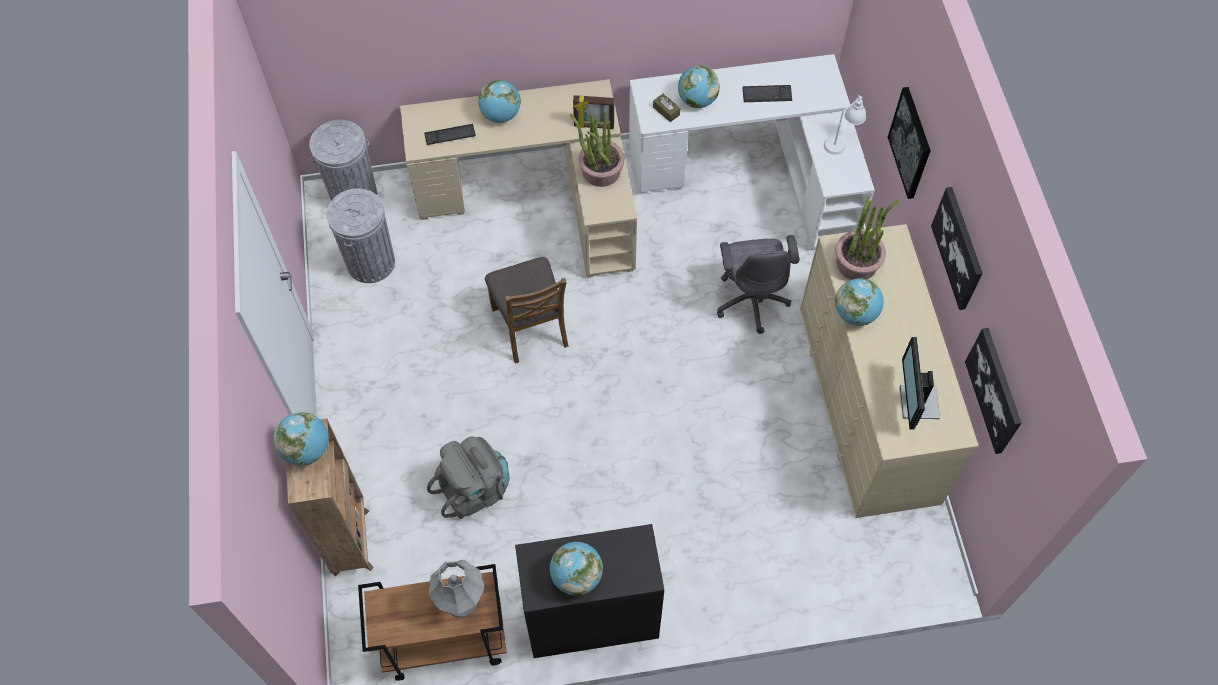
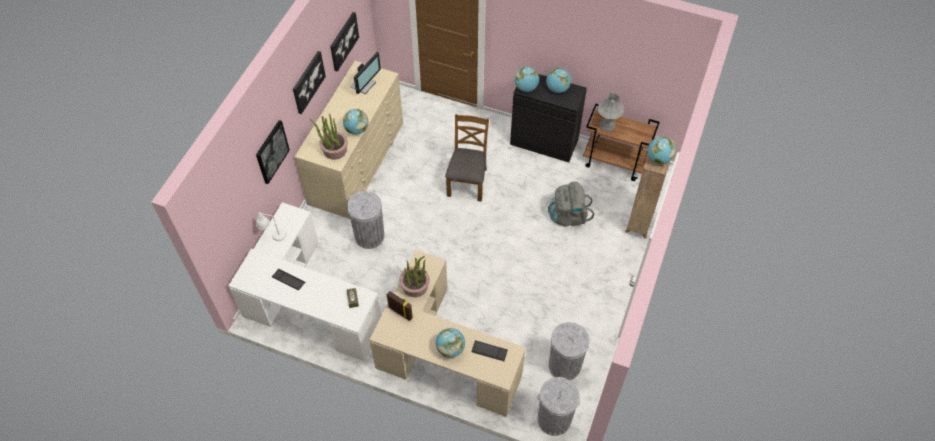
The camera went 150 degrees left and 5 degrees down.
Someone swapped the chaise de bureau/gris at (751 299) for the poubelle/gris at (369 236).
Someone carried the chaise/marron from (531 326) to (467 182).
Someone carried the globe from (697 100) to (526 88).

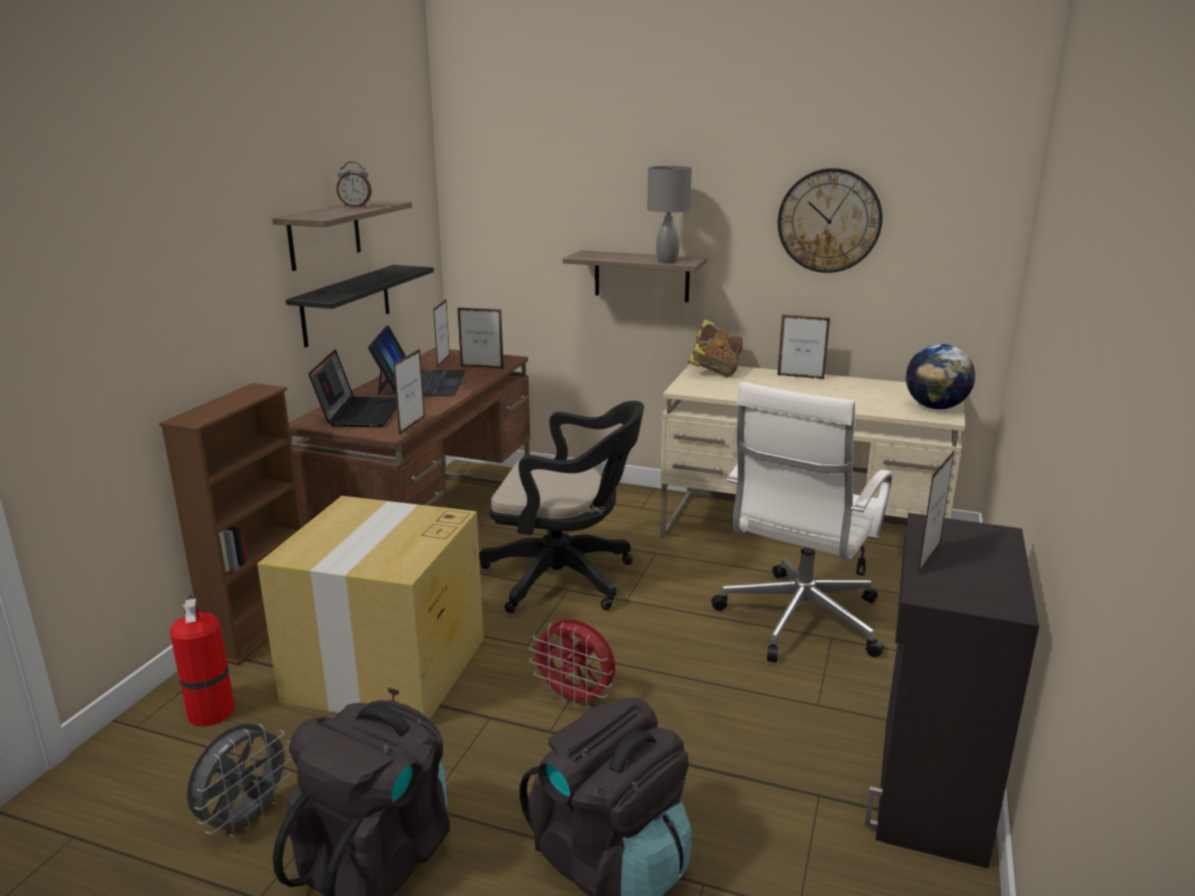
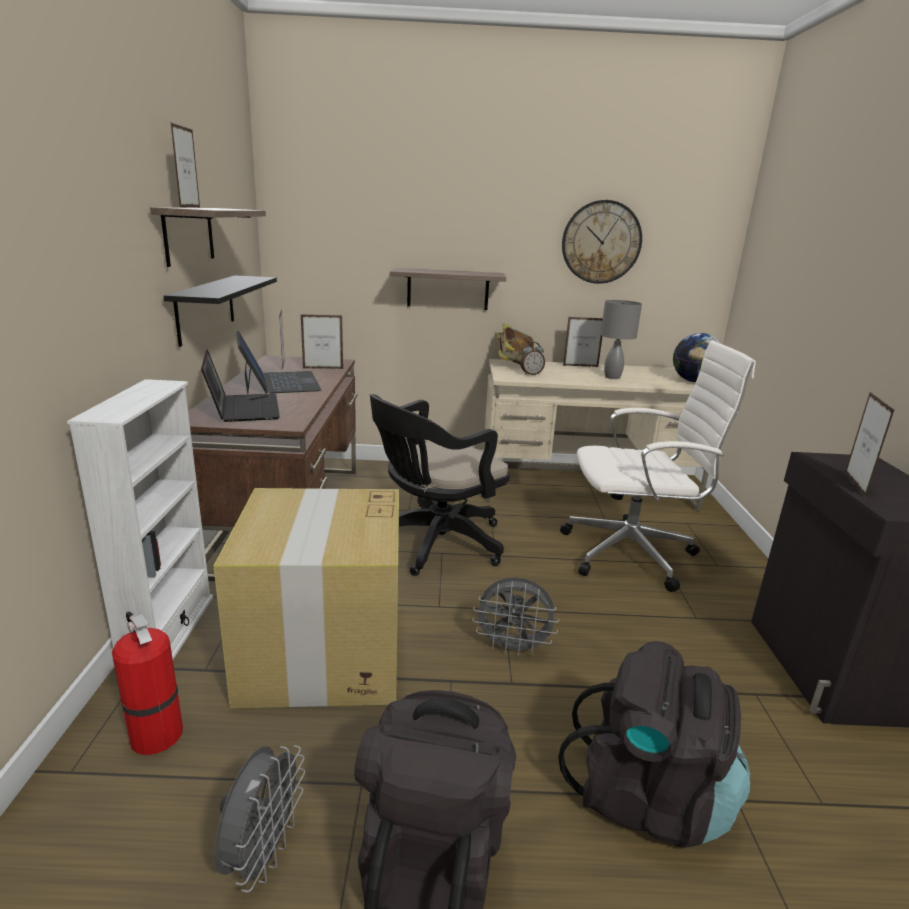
The camera went 20 degrees left and 0 degrees up.
Someone repainted the bibliothèque/marron at (261 628), which became the bibliothèque/blanc at (169 632).
Someone carried the cadre photo from (412 425) to (190 207).
Someone rotated the chaise de bureau/noir at (566 578) by 150 degrees clockwise.
Someone repainted the ventilateur/rouge at (576 698), which became the ventilateur/gris at (513 648).
Someone carried the réveil from (356 206) to (531 374).
Someone rotated the chaise de bureau/blanc at (798 621) by 105 degrees counterclockwise.
Someone carried the lampe de table/gris from (666 261) to (611 377).

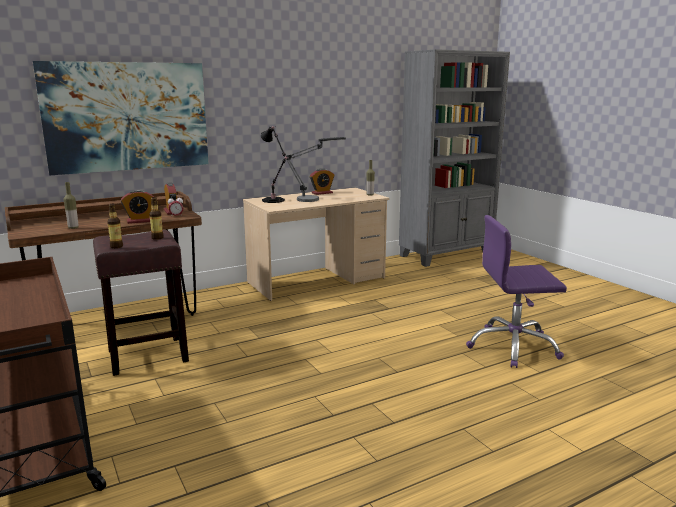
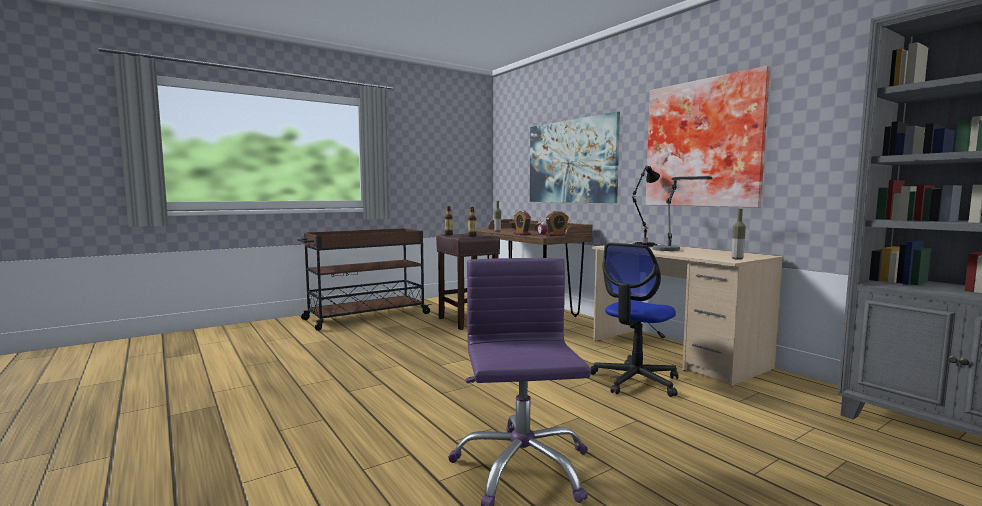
The camera went 85 degrees right and 10 degrees down.
Someone put down the chaise de bureau at (635 381).
Someone put up the tableau at (704 144).
Someone took away the réveil at (322 193).

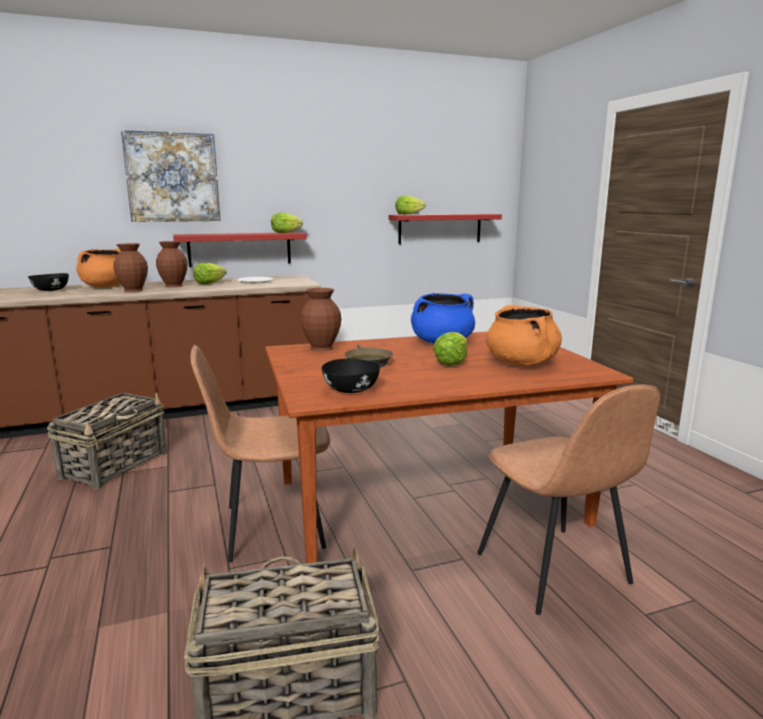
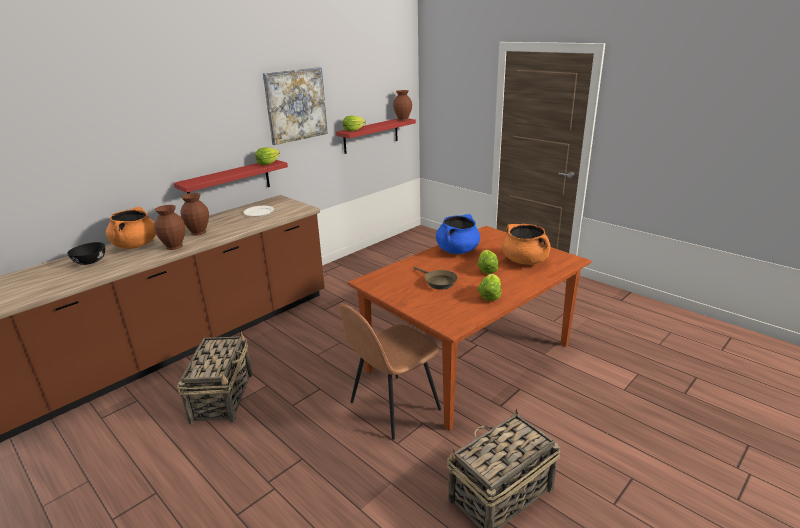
The camera went 25 degrees left and 10 degrees up.
Someone carried the tableau from (172 177) to (296 105).
Someone carried the vase/marron from (322 348) to (403 119).
Someone carried the laitue from (209 283) to (489 296).
Someone took away the bol/noir at (350 390).
Someone took away the chaise/marron at (554 570).

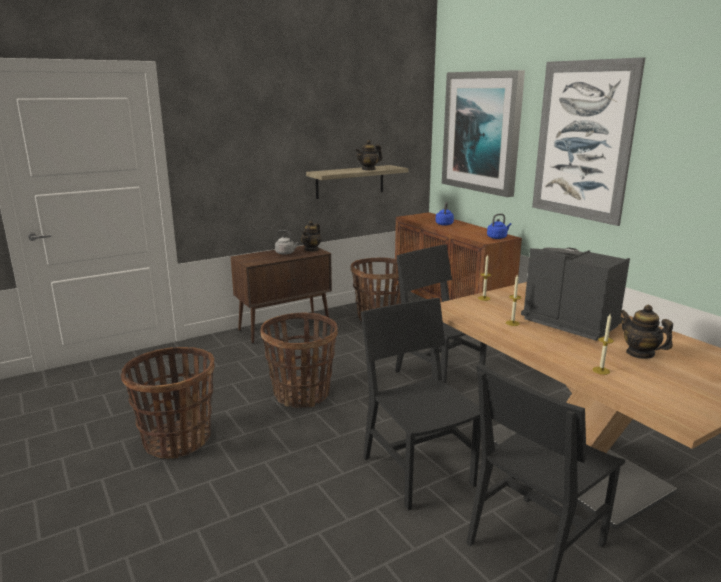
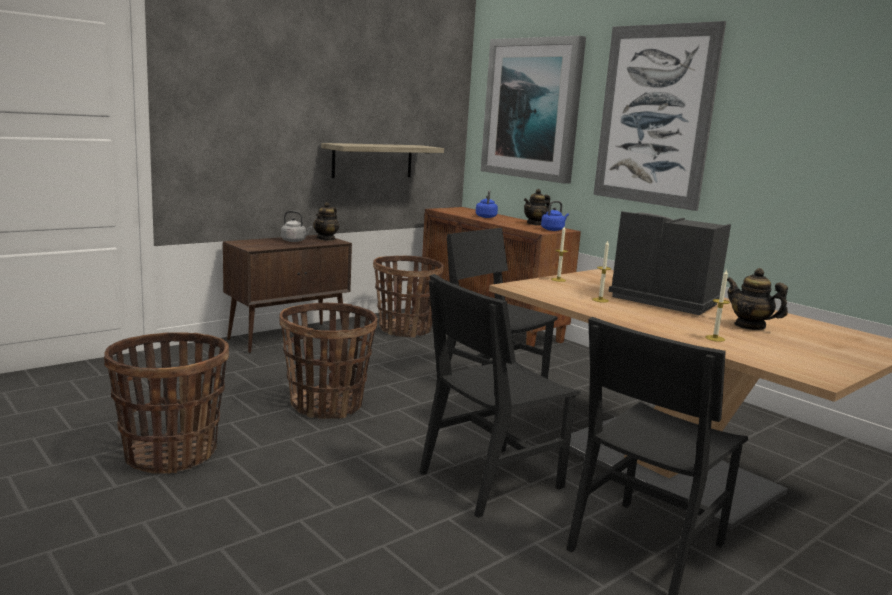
The camera went 10 degrees left and 5 degrees down.
Someone rotated the chaise/noir at (418 470) by 90 degrees counterclockwise.
Someone carried the théière from (368 169) to (535 224).

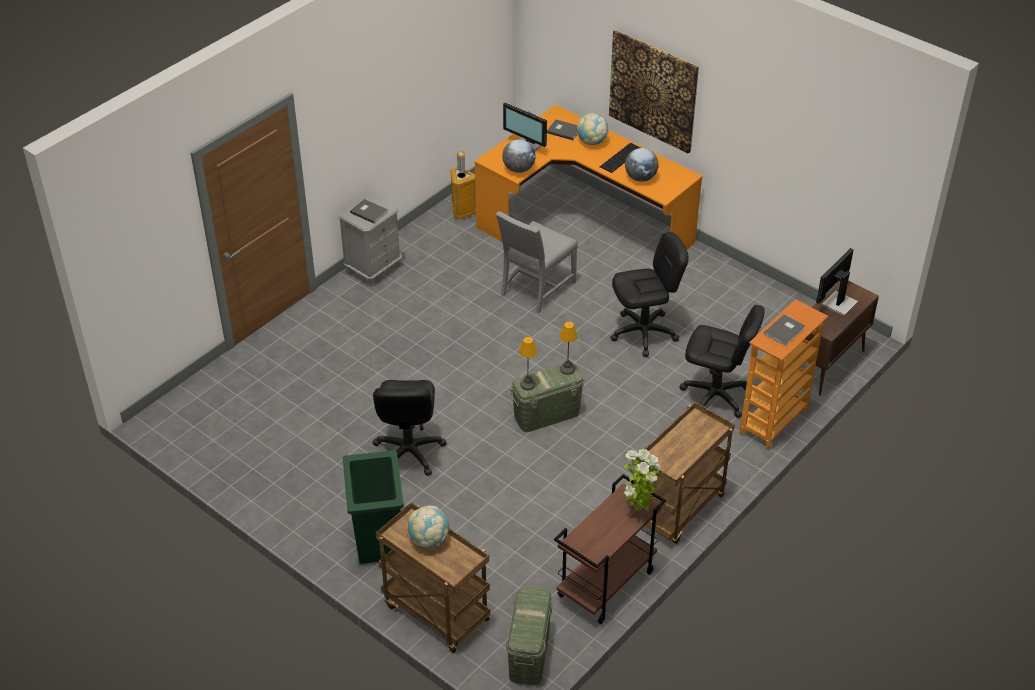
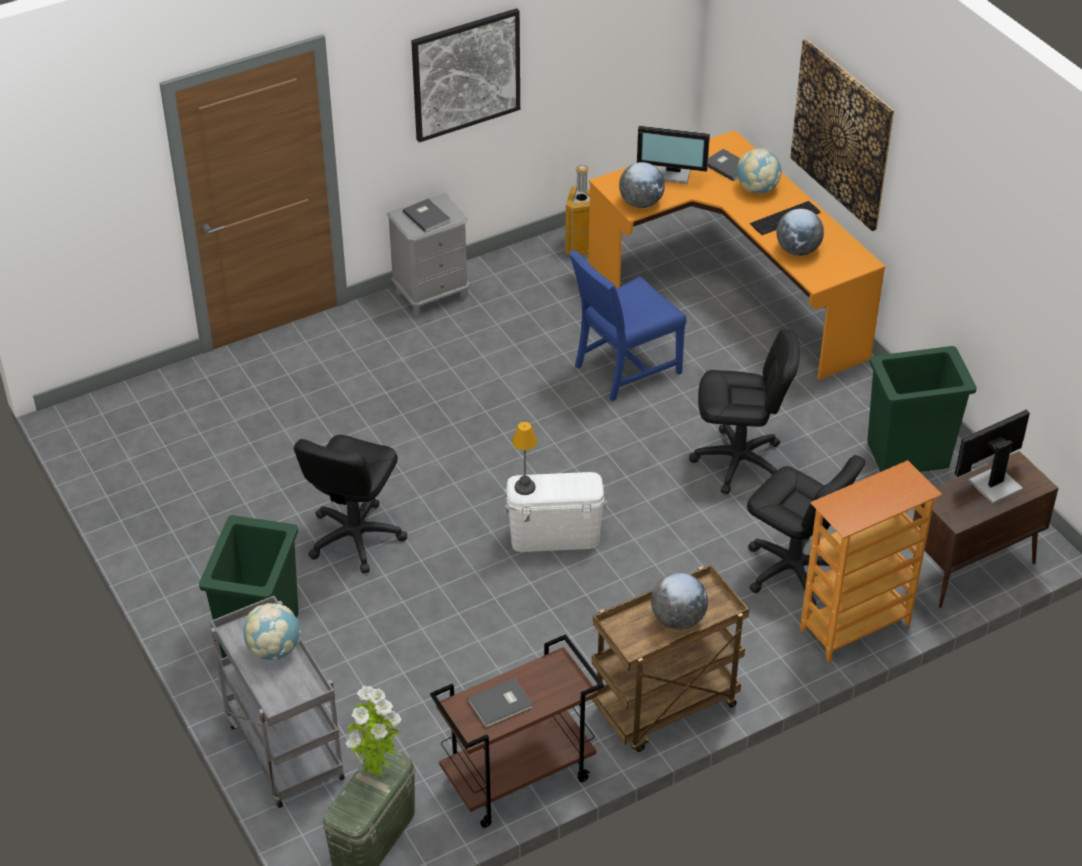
The camera went 20 degrees right and 0 degrees up.
Someone repainted the chariot/marron at (434 612), which became the chariot/gris at (282 749).
Someone carried the plante en pot from (638 510) to (375 770).
Someone put up the tableau at (466 74).
Someone carried the livre/gris from (785 331) to (501 705).
Someone repainted the boîte de rangement/vert at (546 415), which became the boîte de rangement/blanc at (554 536).
Someone repainted the chaise/gris at (535 289), which became the chaise/bleu at (623 369).
Someone rotated the écran d'ordinateur at (530 143) by 45 degrees counterclockwise.
Someone put down the globe at (678 619).
Someone put down the poubelle/vert at (909 455).
Someone took away the lampe de table at (568 369).

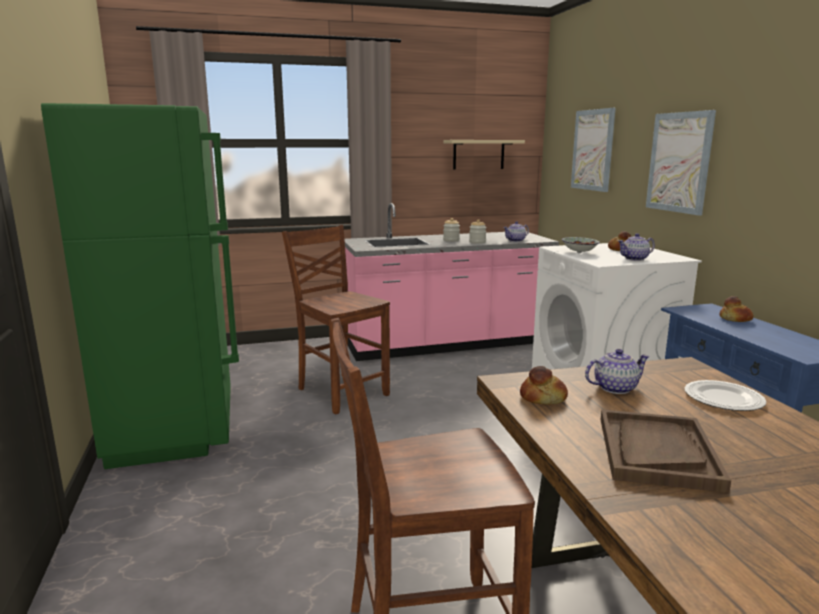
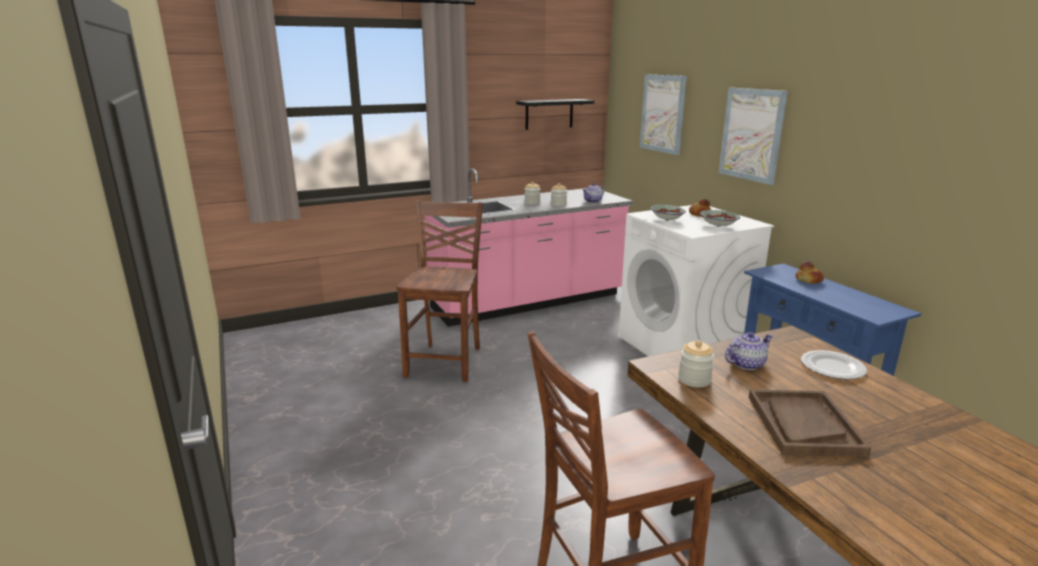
The camera went 10 degrees left and 5 degrees up.
Someone rotated the chaise/marron at (341 392) by 60 degrees clockwise.
Someone repainted the étagère/beige at (478 154), which became the étagère/noir at (549 114).
Someone swapped the pain at (543 398) for the bocal at (694 380).
Someone swapped the théière at (635 259) for the bol at (718 226).
Someone took away the réfrigérateur/vert at (175 429).

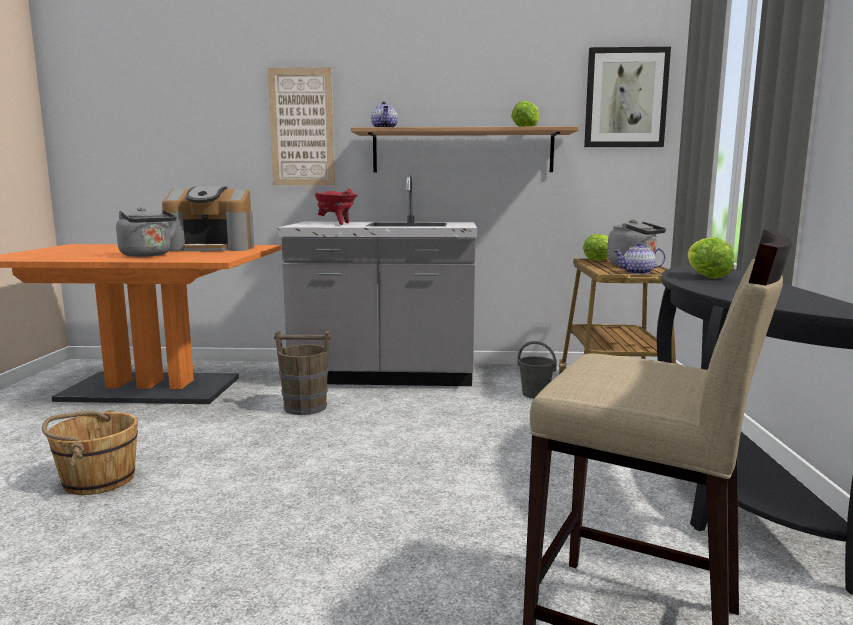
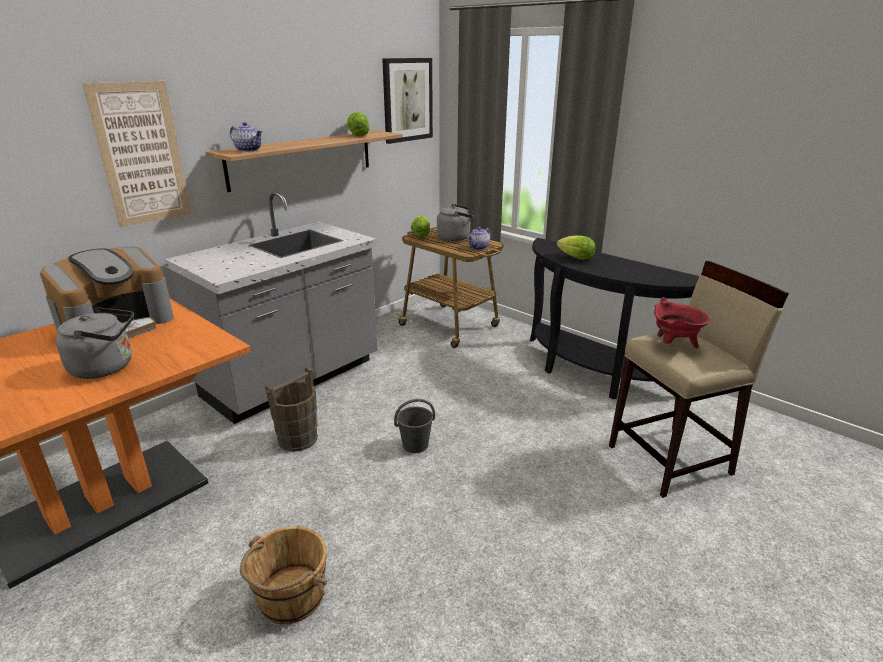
The camera went 50 degrees left and 15 degrees up.
Someone carried the seau/gris from (536 394) to (416 445).
Someone carried the marmite/rouge from (336 224) to (674 345).

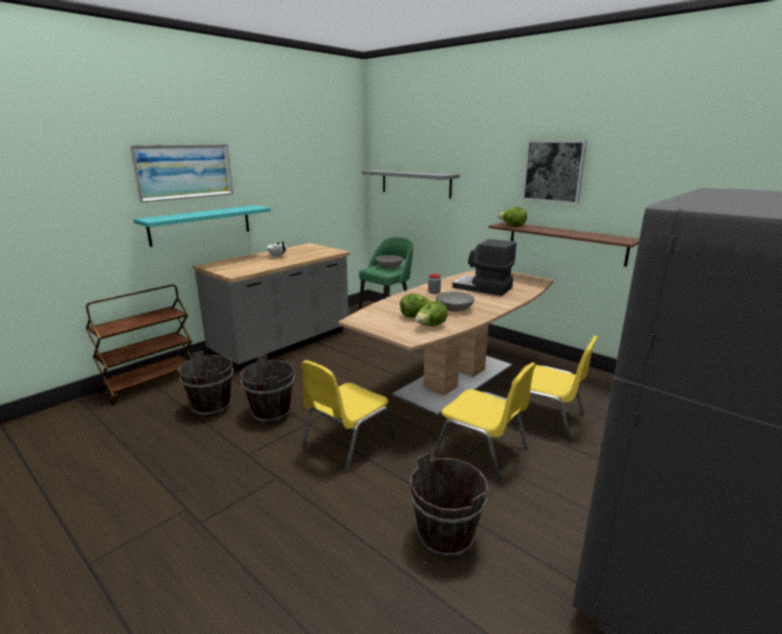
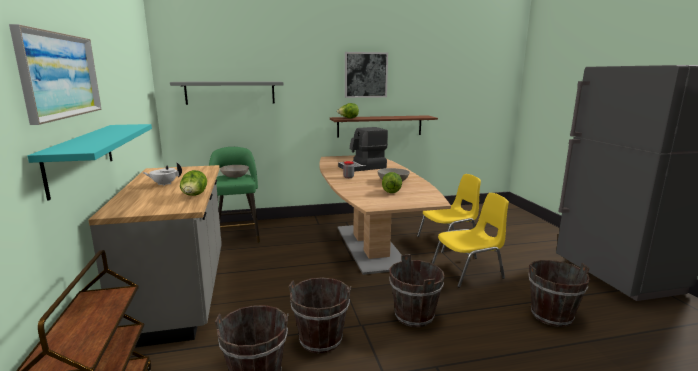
The camera went 55 degrees left and 5 degrees down.
Someone carried the laitue from (430 326) to (194 196).
Someone swapped the chaise/jaune at (347 443) for the seau/marron at (413 316).

